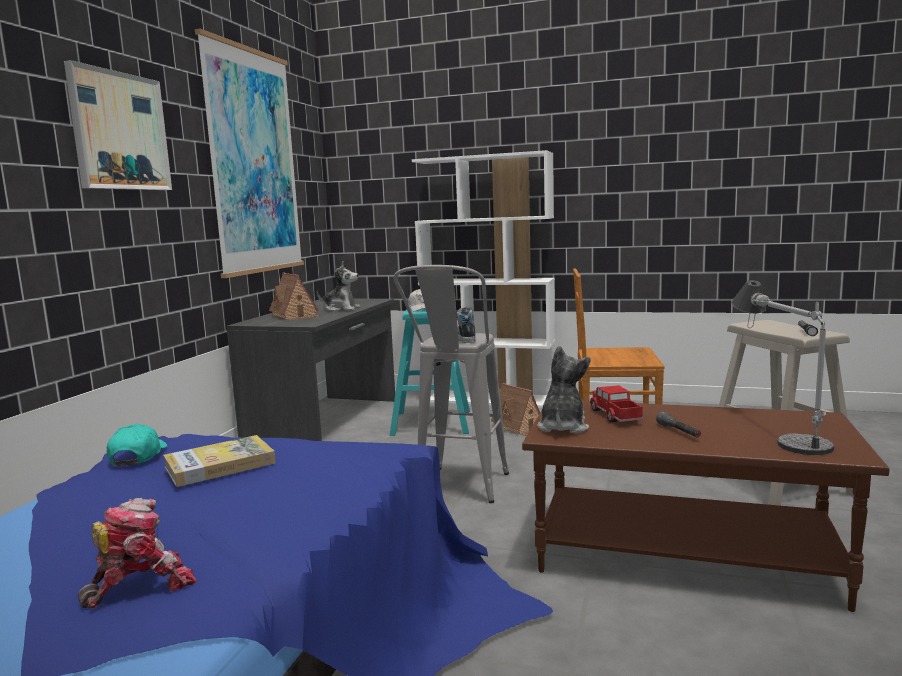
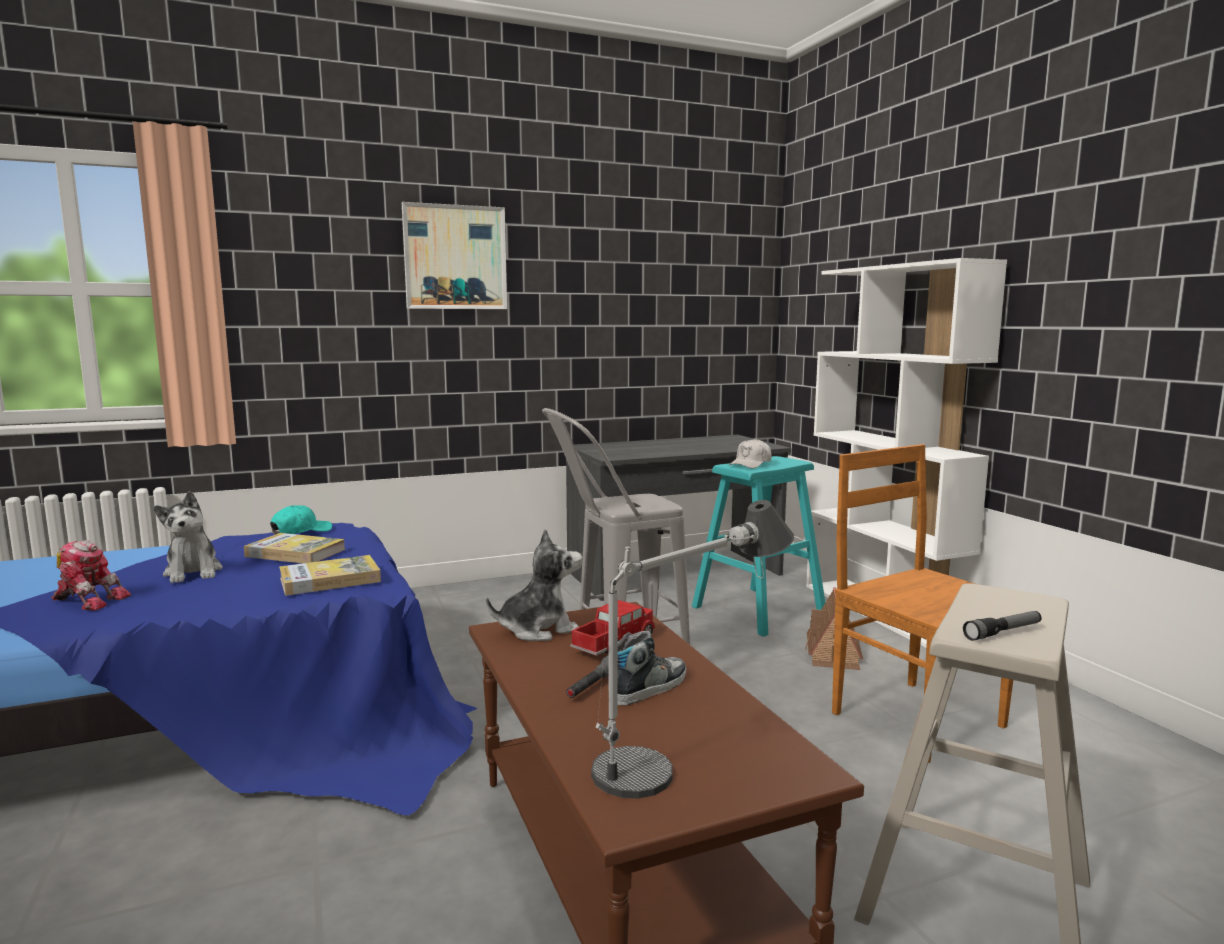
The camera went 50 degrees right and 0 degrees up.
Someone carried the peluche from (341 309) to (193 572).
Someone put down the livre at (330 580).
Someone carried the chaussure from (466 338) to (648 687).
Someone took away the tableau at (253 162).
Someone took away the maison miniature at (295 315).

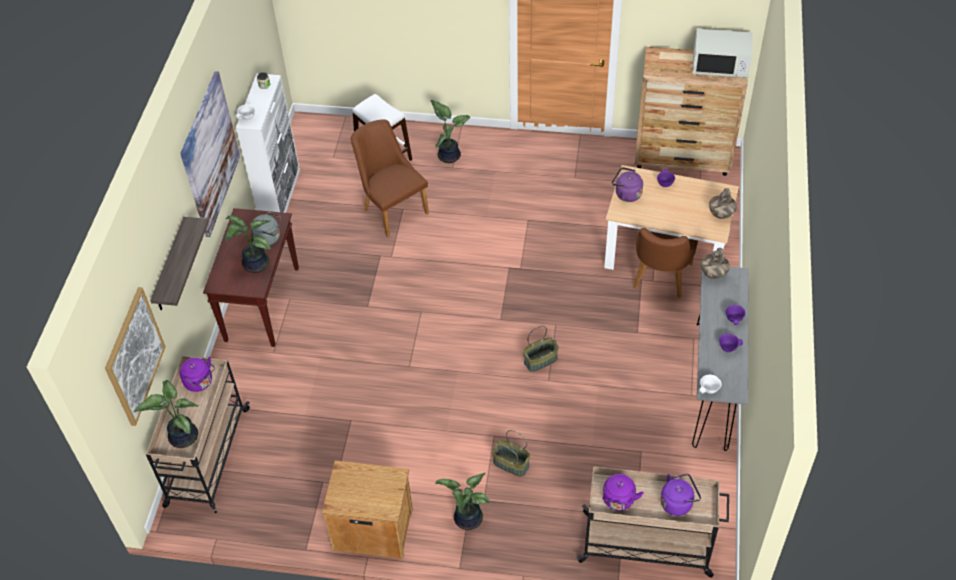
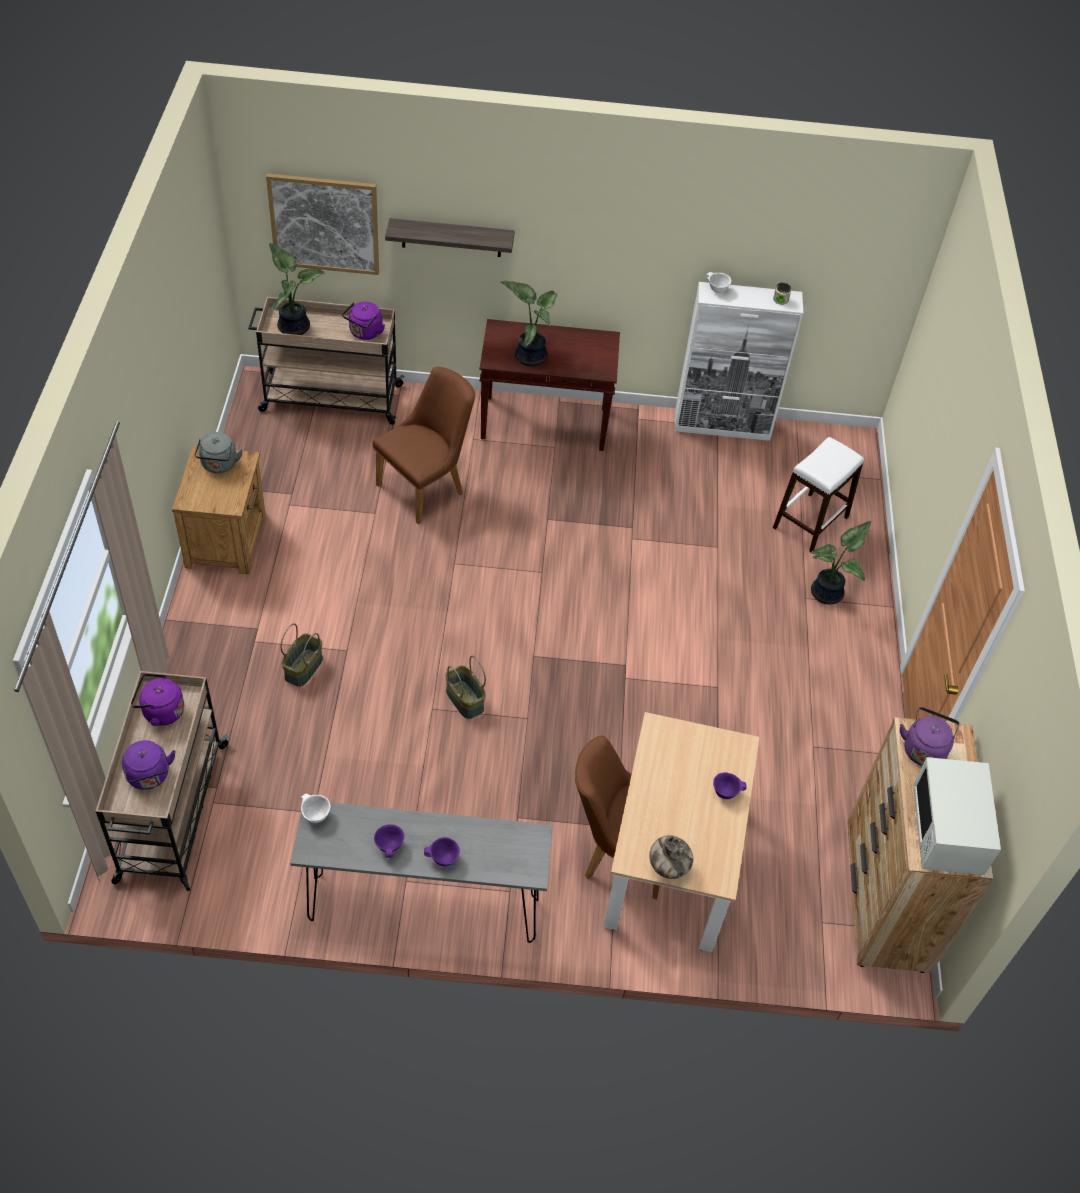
The camera went 80 degrees right and 0 degrees up.
Someone carried the bouilloire/gris from (269 238) to (219 465).
Someone carried the chaise/marron from (391 208) to (427 486).
Someone carried the bouilloire/violet from (626 194) to (924 748).
Someone took away the tableau at (210 154).
Someone took away the plante en pot at (466 519).
Someone took away the vase at (713 274).

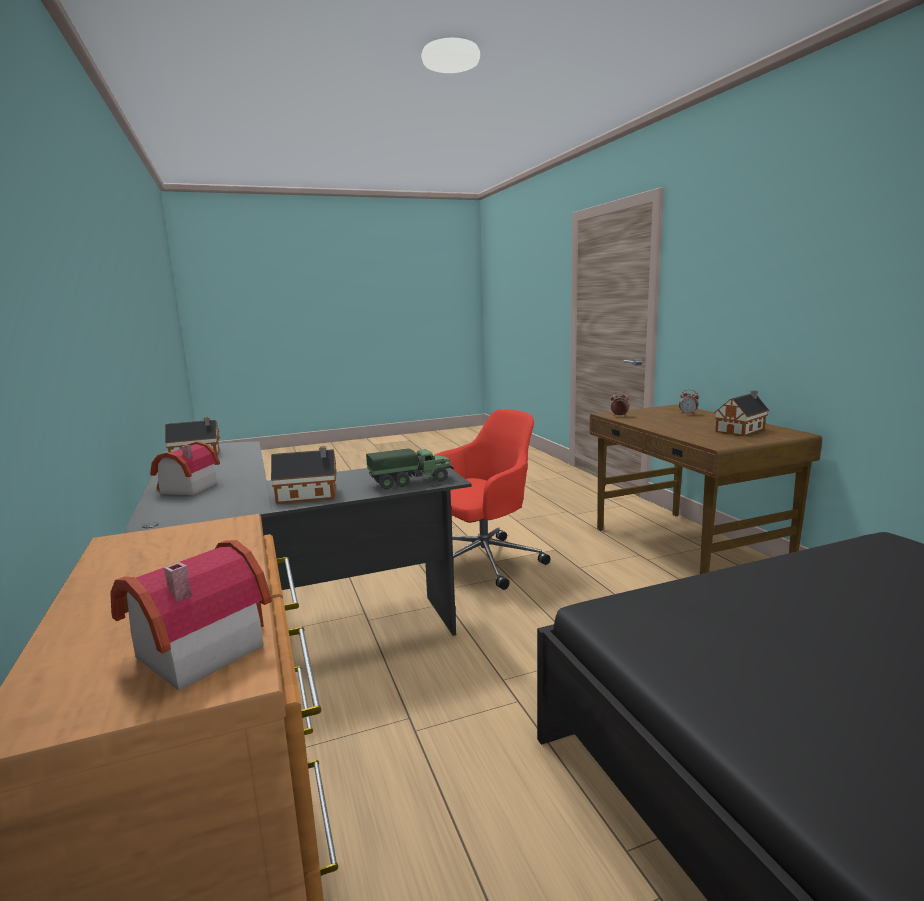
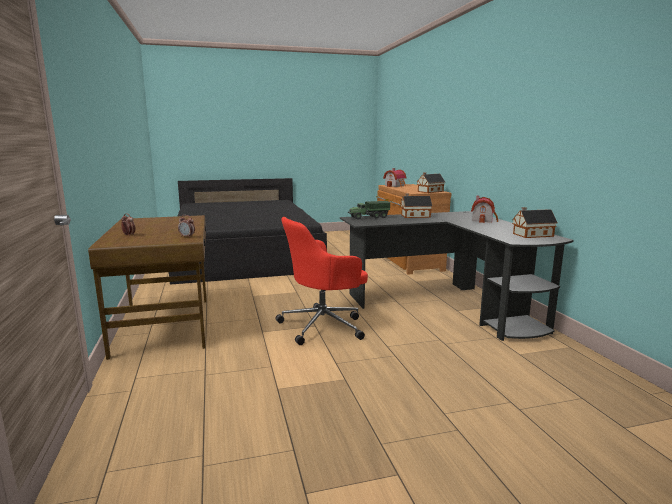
The camera went 175 degrees left and 0 degrees up.
Someone carried the maison miniature from (741 430) to (429 191).

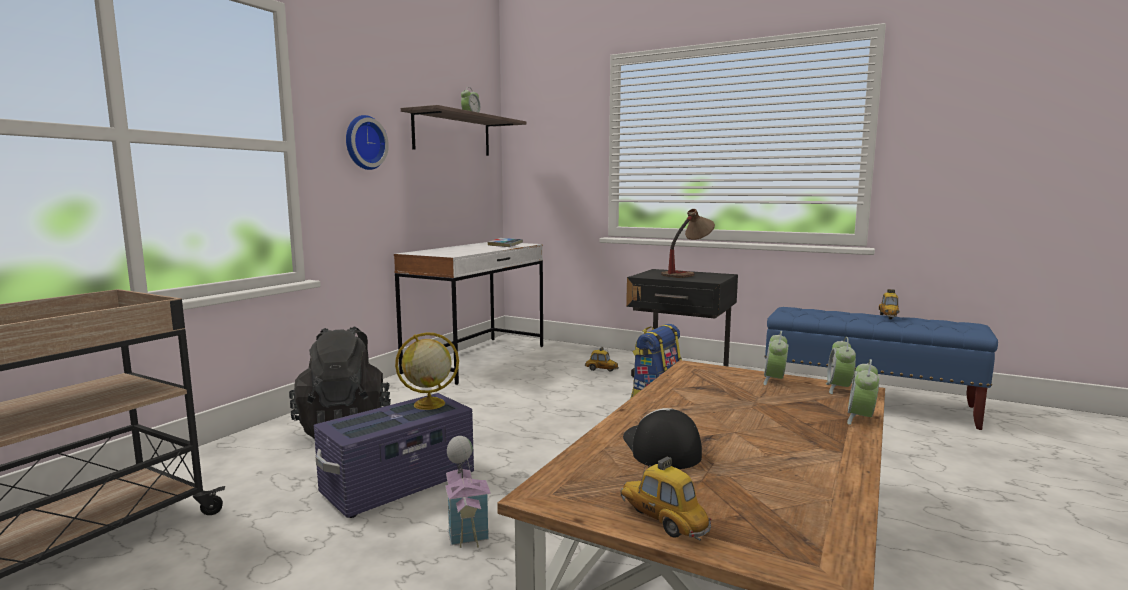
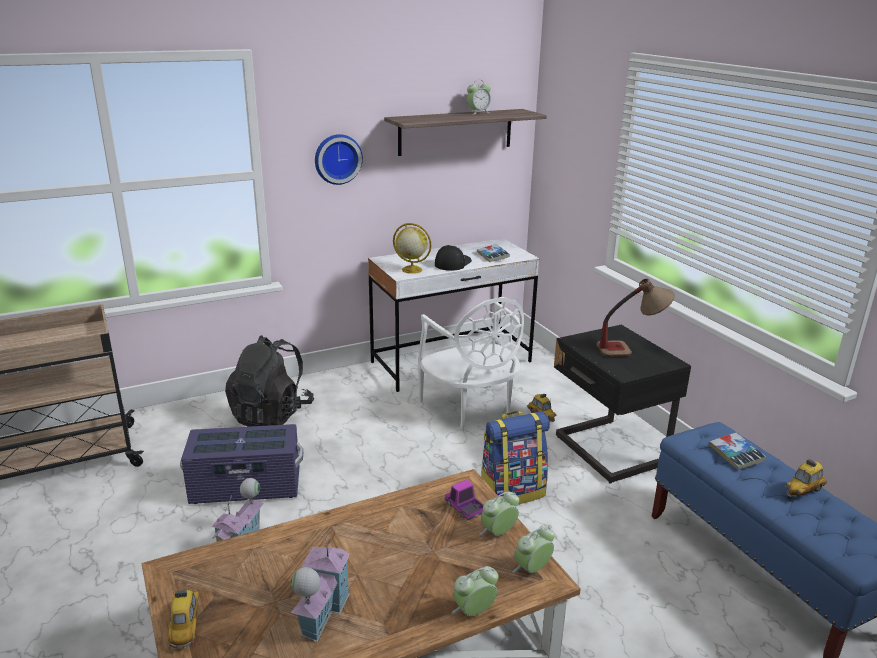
The camera went 35 degrees right and 15 degrees up.
Someone put down the maison miniature at (321 611).
Someone carried the globe from (428 404) to (411 270).
Someone put down the chaise/blanc at (470 409).
Someone carried the casquette from (660 447) to (452 263).
Someone put down the camion jouet at (464 508).
Someone put down the livre at (736 455).

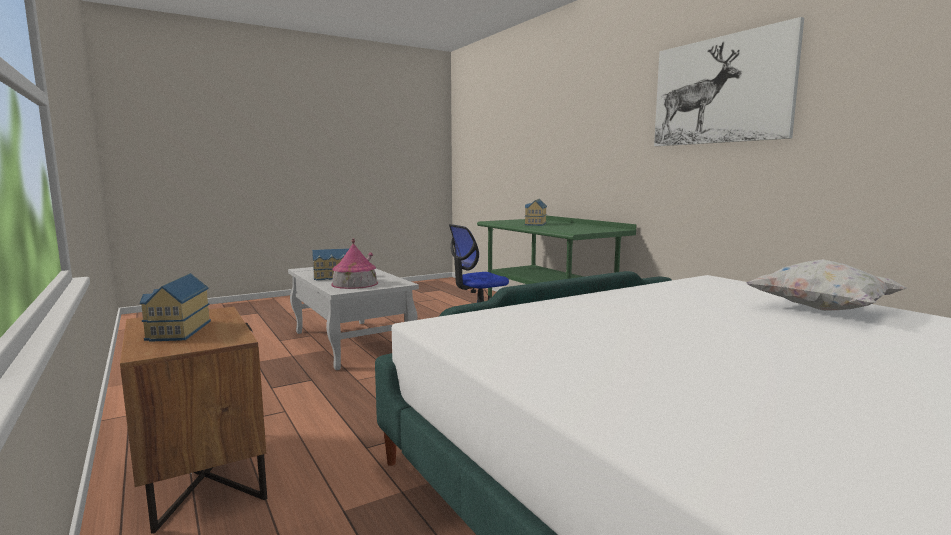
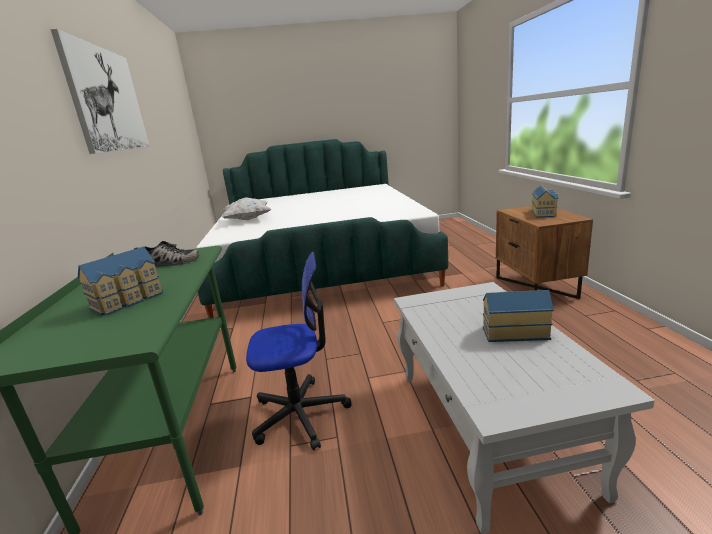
The camera went 155 degrees left and 10 degrees up.
Someone put down the chaussure at (169 263).
Someone took away the maison miniature at (355 283).

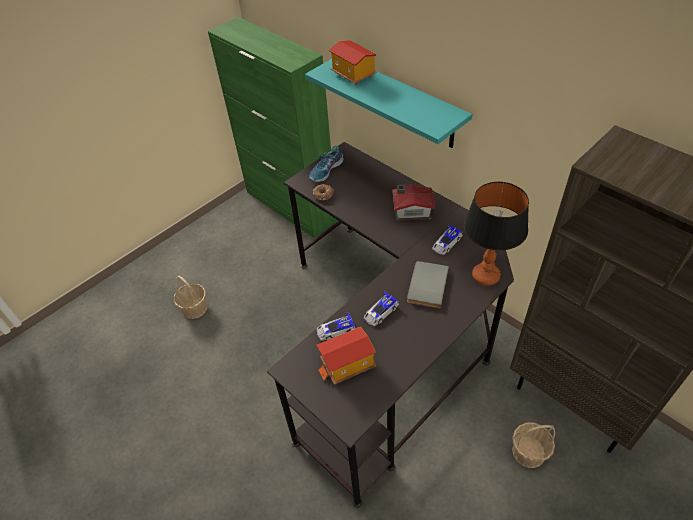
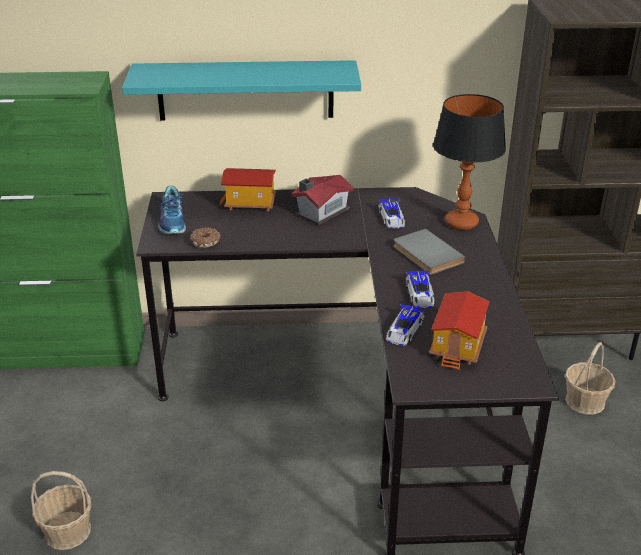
The camera went 50 degrees left and 15 degrees down.
Someone carried the maison miniature from (352 75) to (249 204).

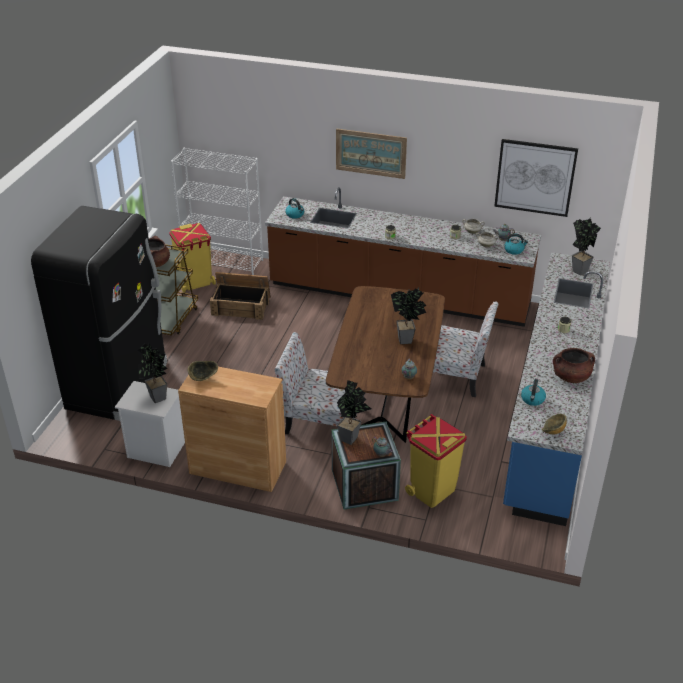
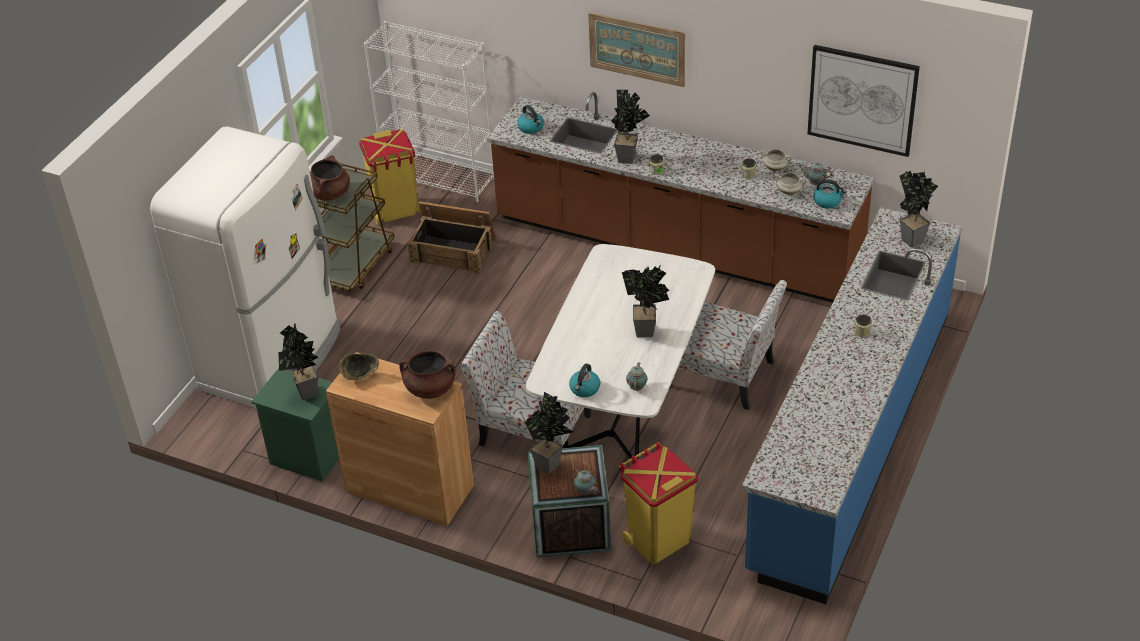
The camera went 10 degrees right and 5 degrees up.
Someone repainted the réfrigérateur/noir at (119 385), which became the réfrigérateur/blanc at (273 359).
Someone repainted the table de chevet/blanc at (155 450), which became the table de chevet/vert at (307 456).
Someone carried the marmite/marron from (571 377) to (430 389).
Someone repainted the table à manger/marron at (386 398), which became the table à manger/blanc at (626 402).
Someone carried the bouilloire from (532 399) to (584 389).
Someone put down the plante en pot at (628 157).
Someone took away the bol at (552 432).

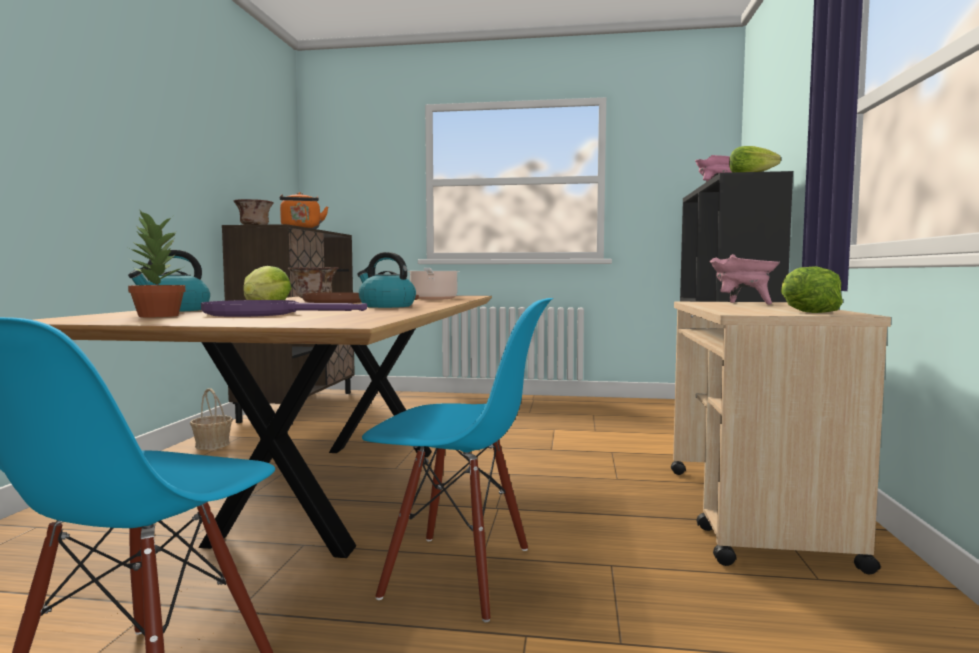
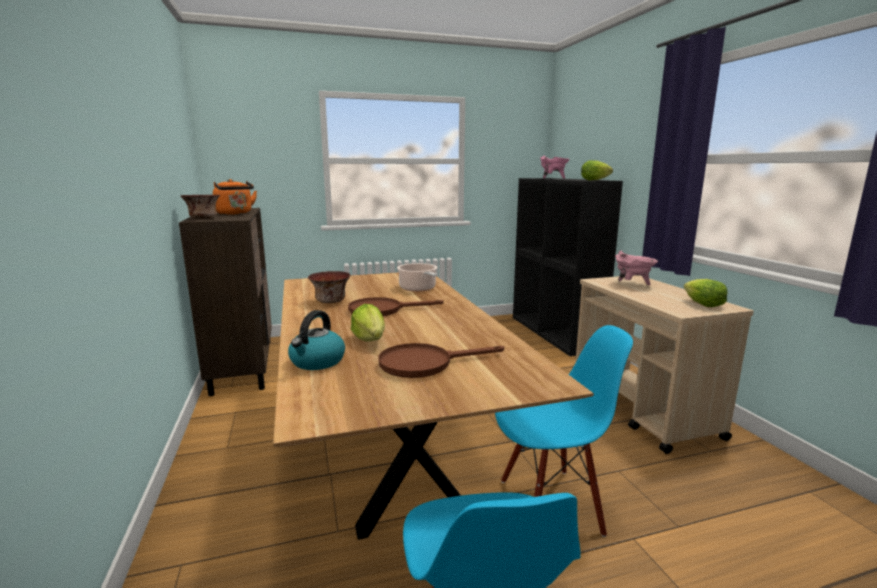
The camera went 25 degrees left and 10 degrees up.
Someone repainted the poêle/violet at (264 314), which became the poêle/marron at (425 363).
Someone took away the plante en pot at (157 316).
Someone took away the panier at (212 445).
Someone took away the bouilloire at (386 306).

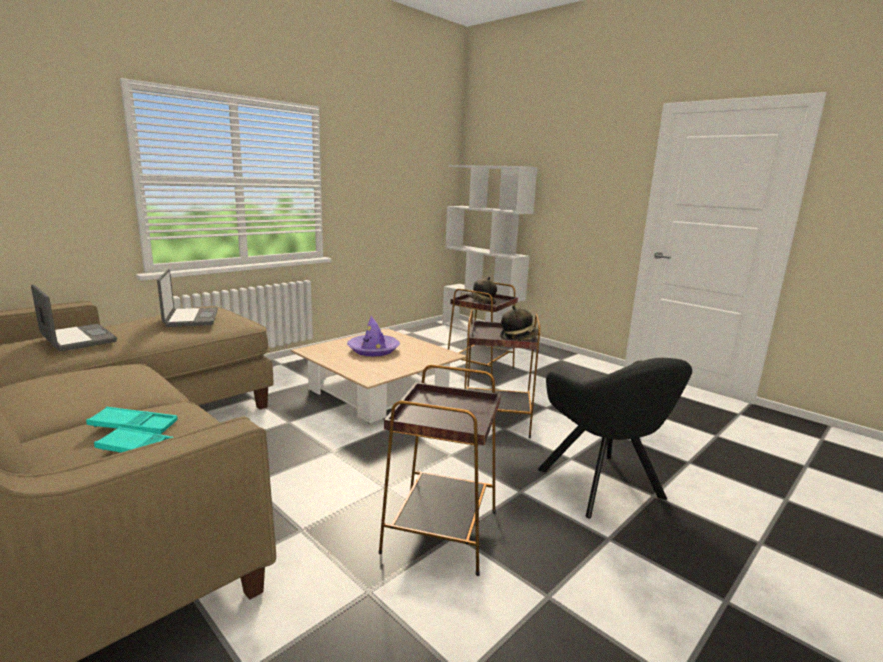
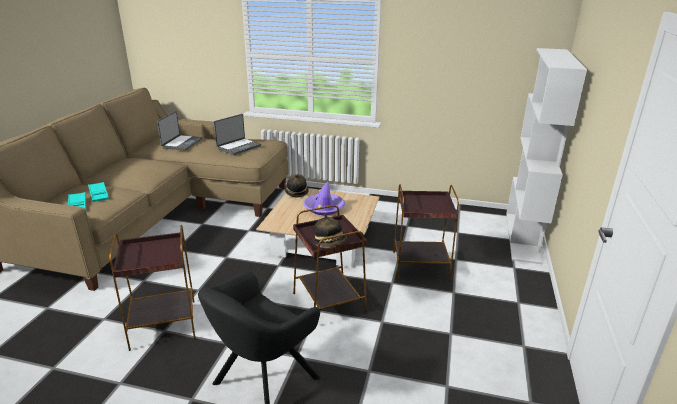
The camera went 60 degrees right and 10 degrees up.
Someone carried the chapeau from (481 302) to (296 192).

